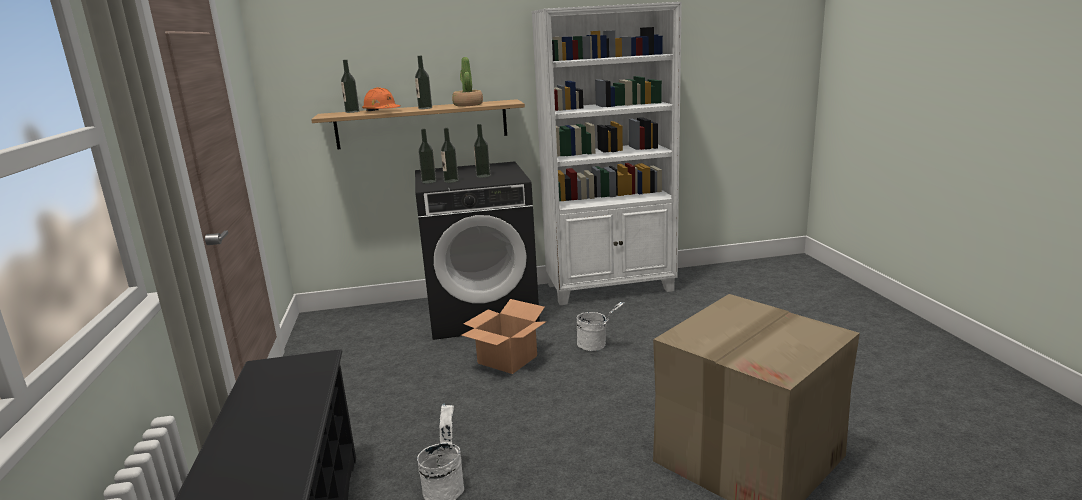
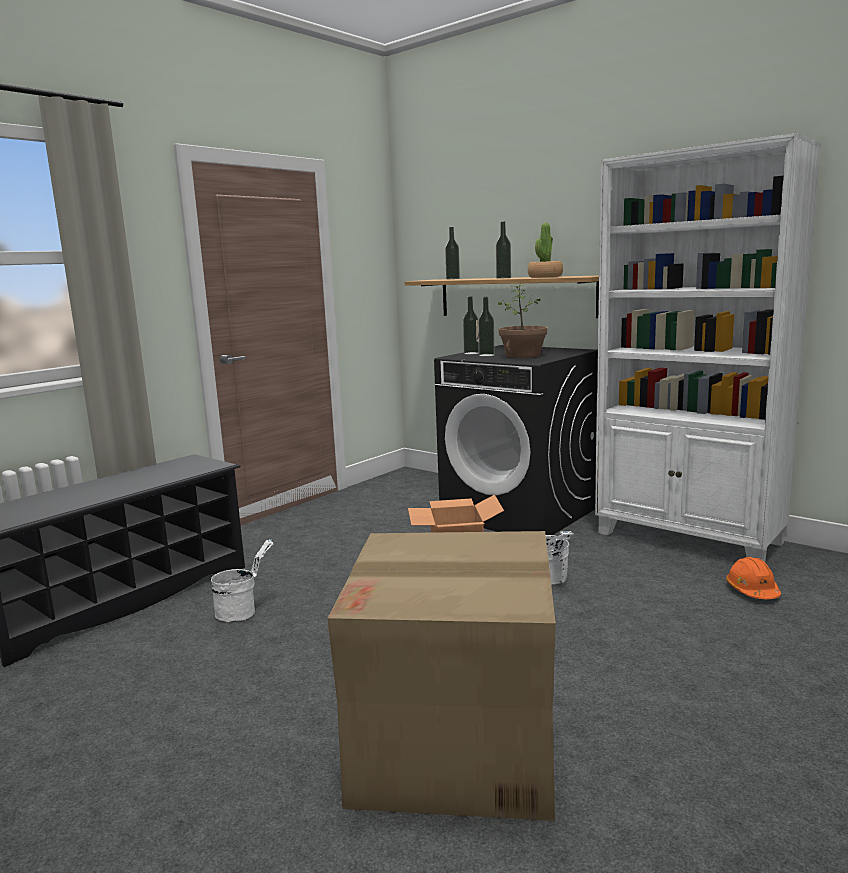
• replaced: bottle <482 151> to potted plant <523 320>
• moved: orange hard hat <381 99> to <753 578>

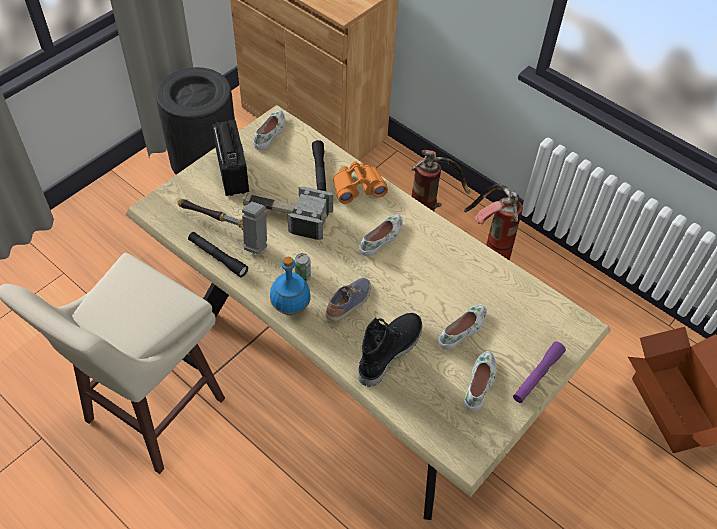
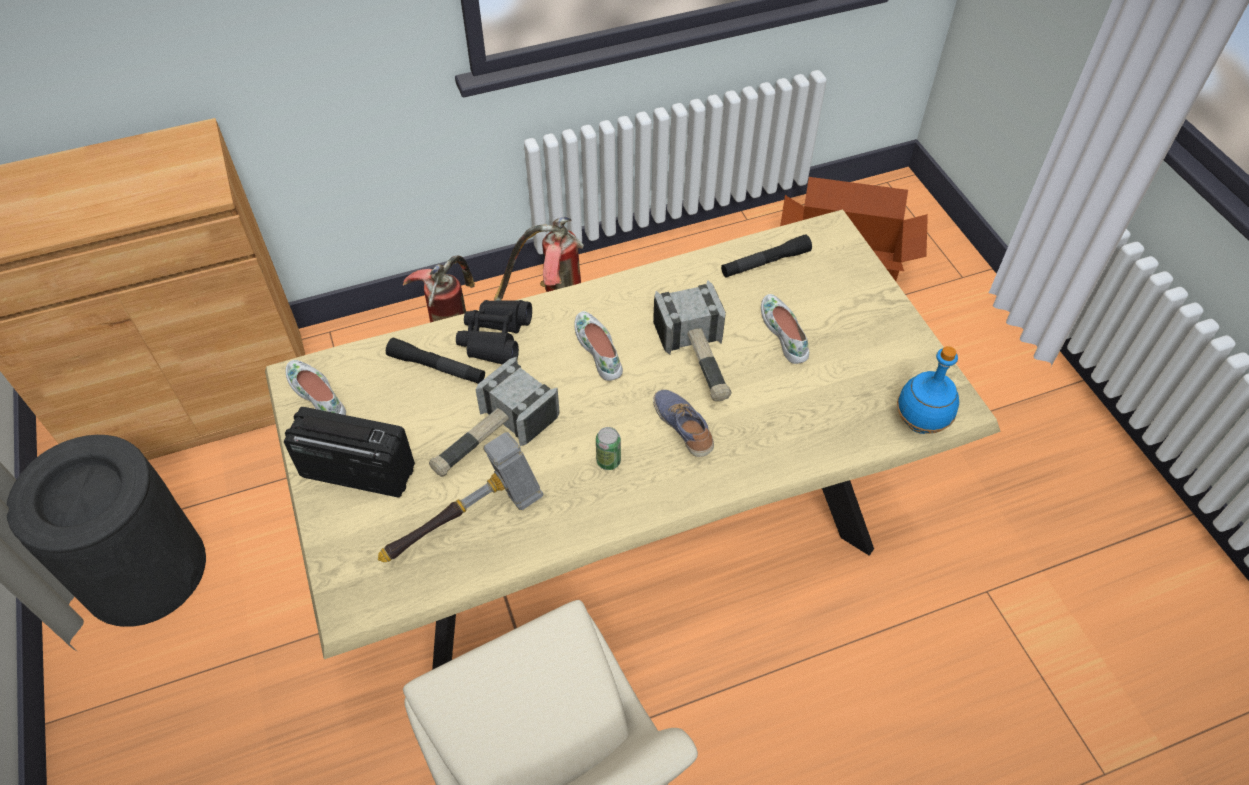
• recoloured: orange binoculars <360 182> to black binoculars <494 332>
• added: hammer <692 340>
• moved: black flashlight <218 254> to <766 256>
• moved: blue bottle <290 286> to <928 390>
• removed: black boot <390 350>
• removed: white shoe <480 381>
• removed: purple flashlight <539 372>

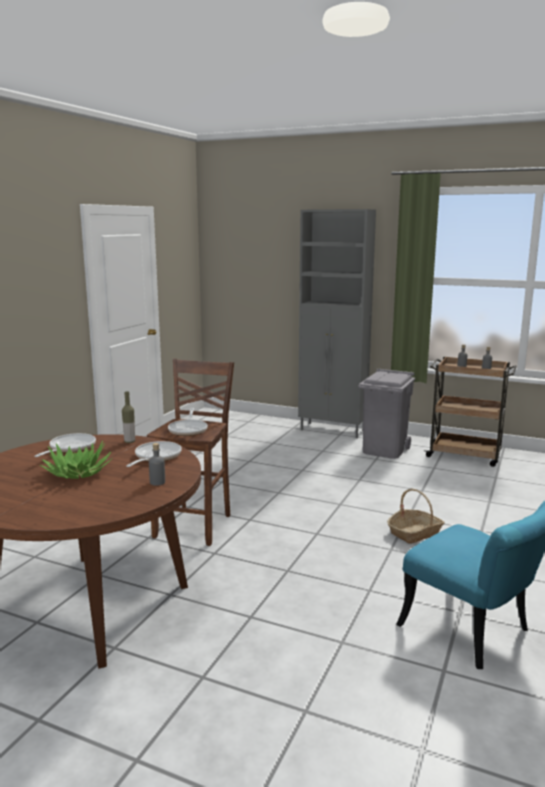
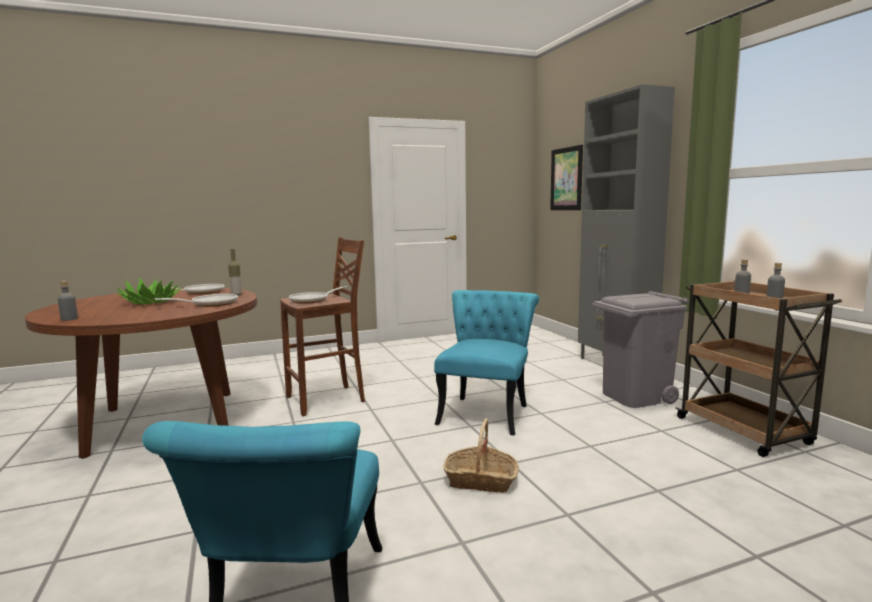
• moved: grey bottle <157 464> to <68 301>
• added: turquoise chair <486 362>
• added: picture <566 177>

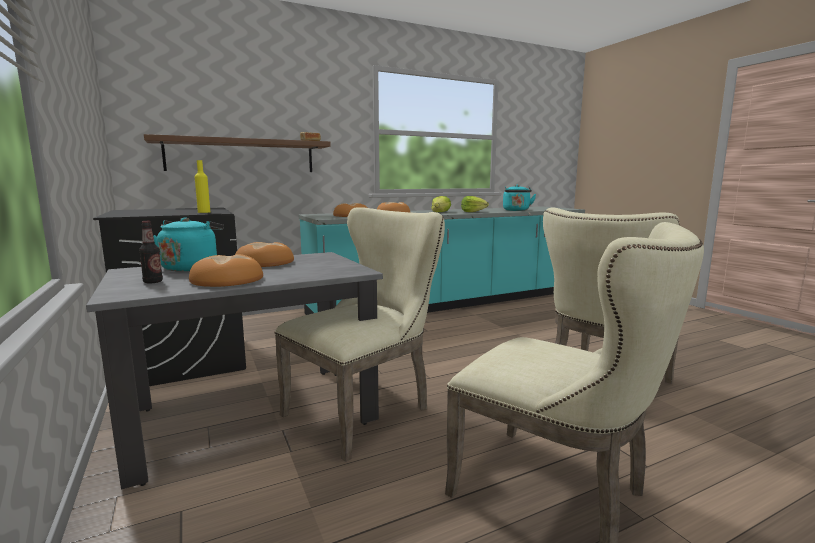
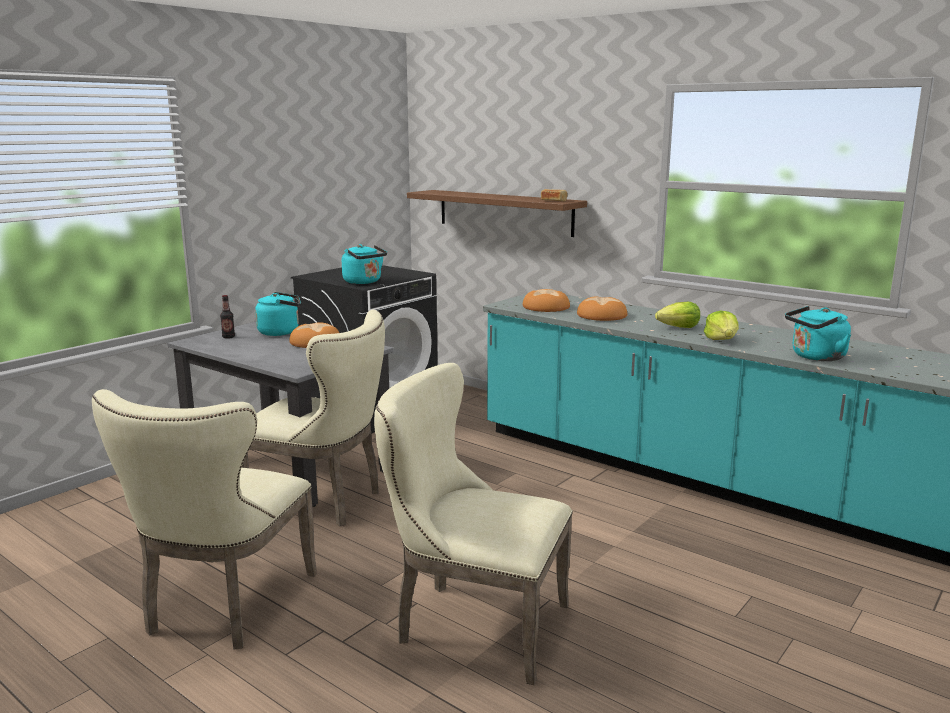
• replaced: yellow bottle <202 186> to turquoise kettle <364 264>
• removed: bread <226 270>

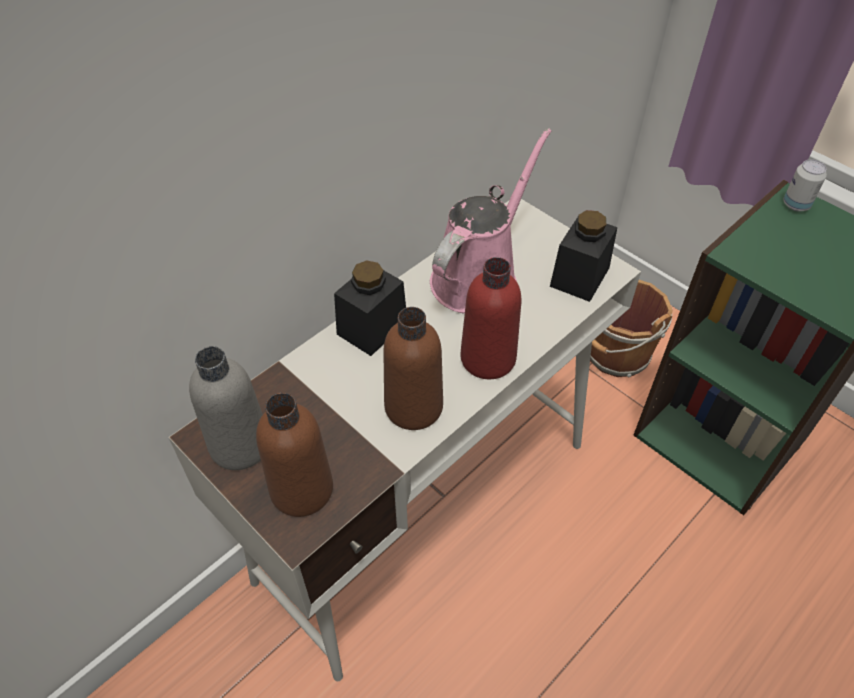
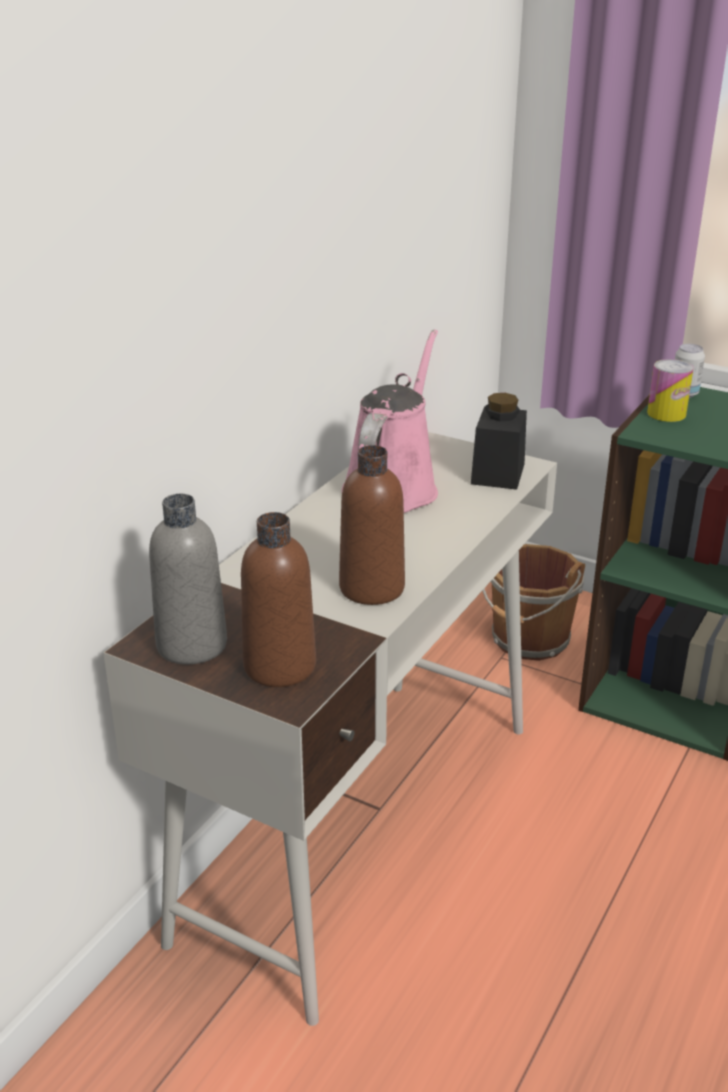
• added: can <670 390>
• removed: black jar <370 308>
• removed: red bottle <490 318>

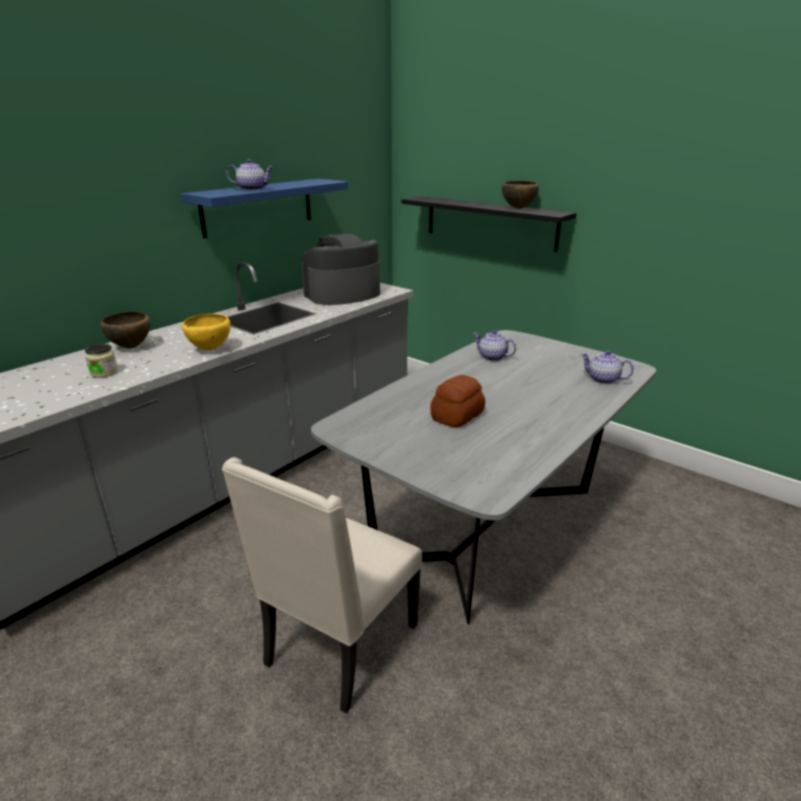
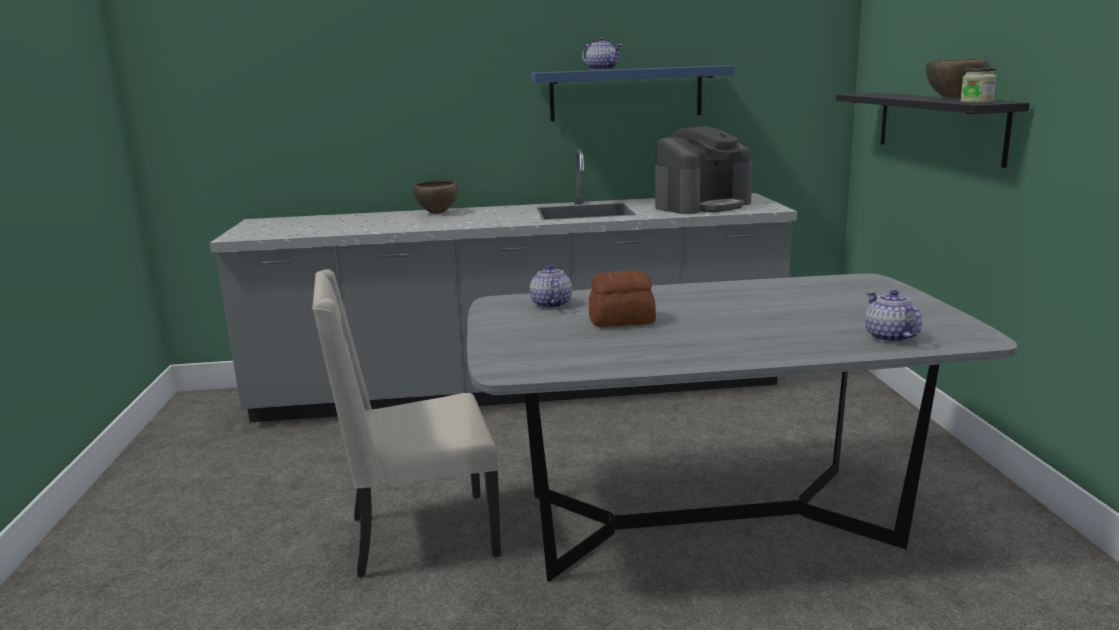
• moved: teapot <494 345> to <551 286>
• turned: coffee machine <340 269> = <703 170> 135 degrees clockwise
• moved: jar <101 361> to <978 85>
• removed: yellow bowl <206 332>

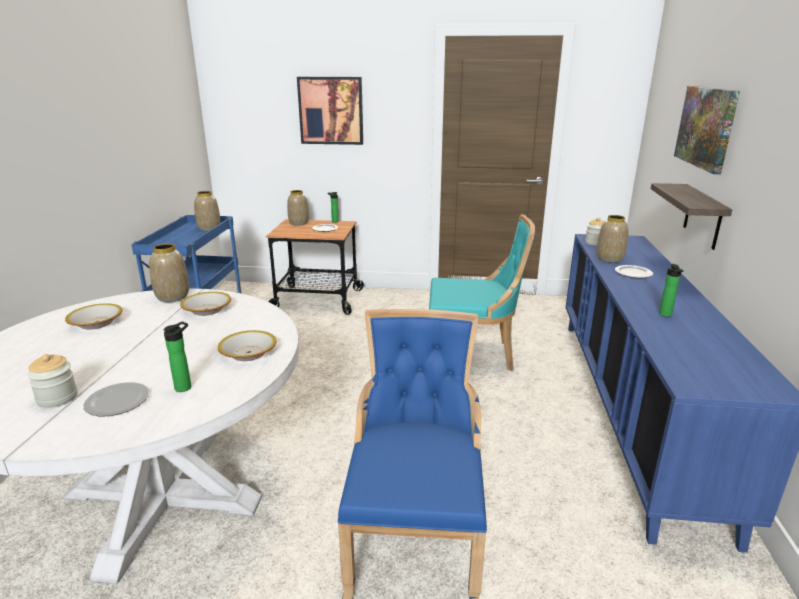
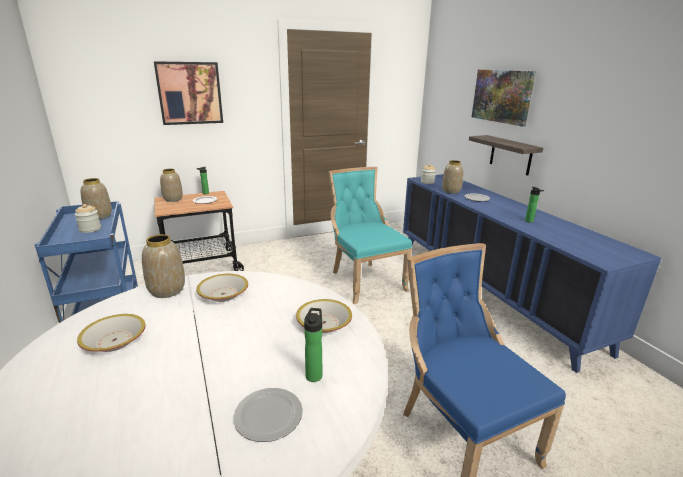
• moved: jar <52 381> to <88 218>
• turned: turquoise chair <482 292> = <370 235> 90 degrees counterclockwise

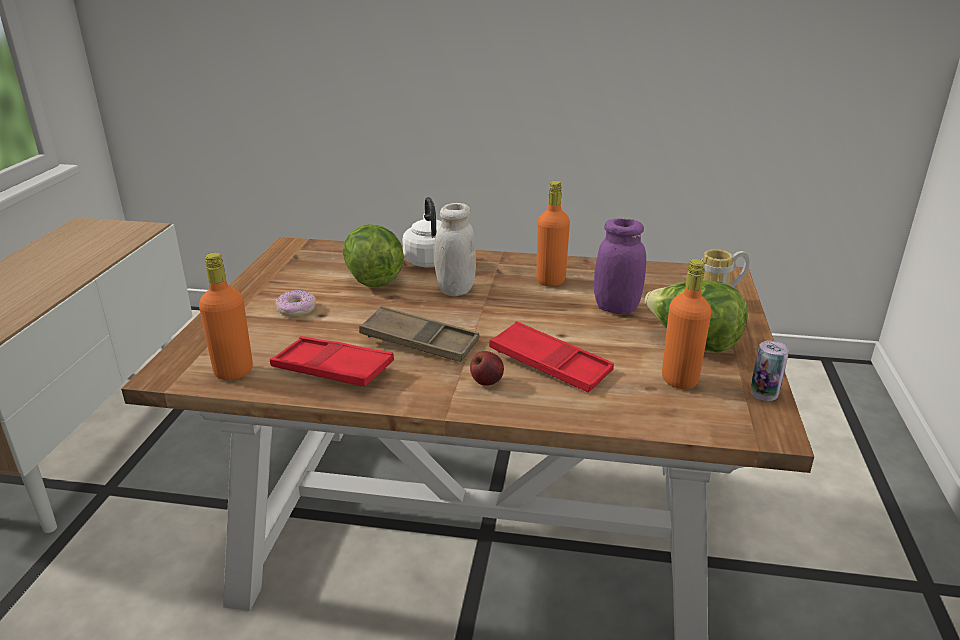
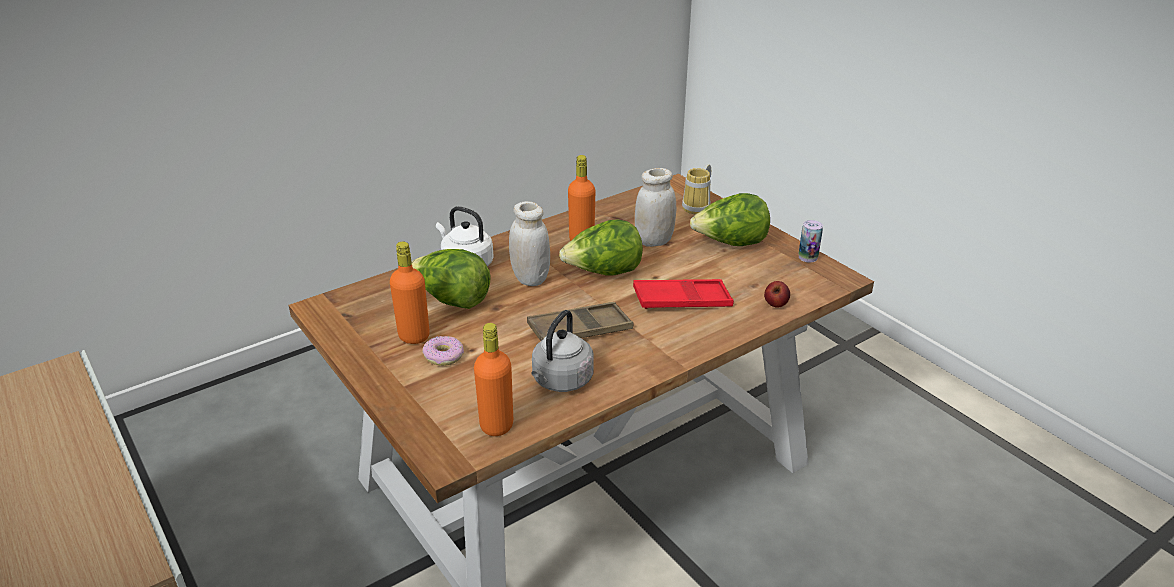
• moved: orange bottle <686 324> to <410 293>
• replaced: red tray <332 361> to grey kettle <562 351>
• added: lettuce <601 247>
• recoloured: purple jar <620 266> to white jar <655 207>
• moved: apple <487 368> to <777 294>

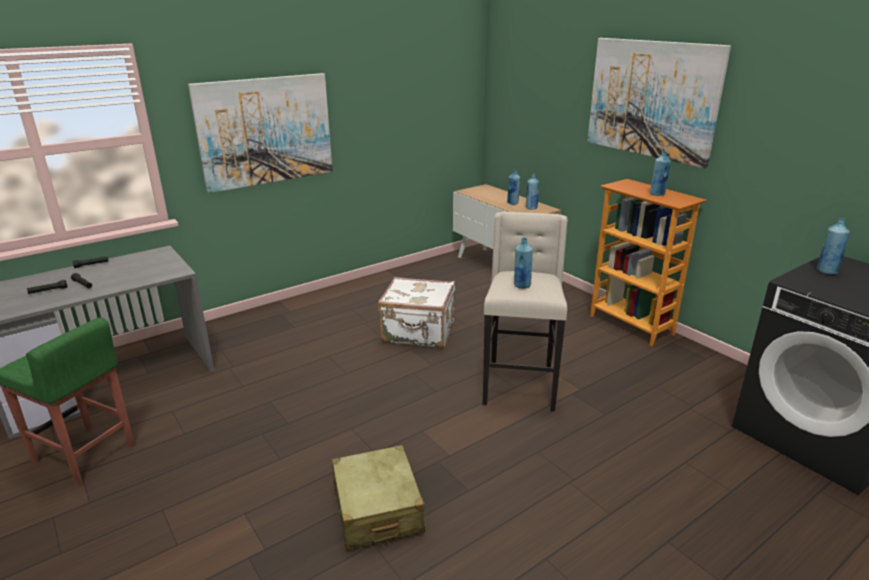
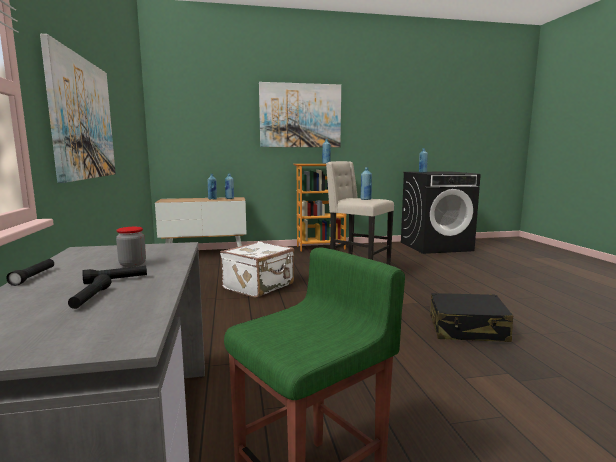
• added: jar <131 247>
• recoloured: beige suitcase <378 498> to black suitcase <471 317>

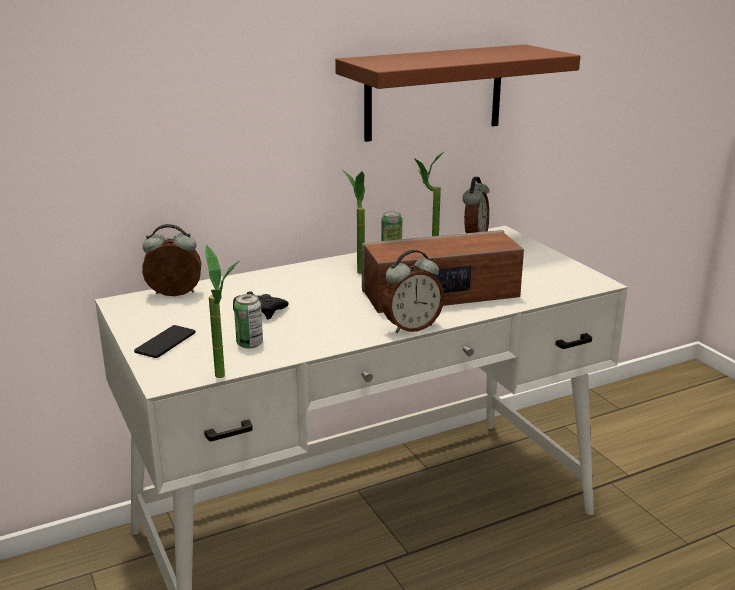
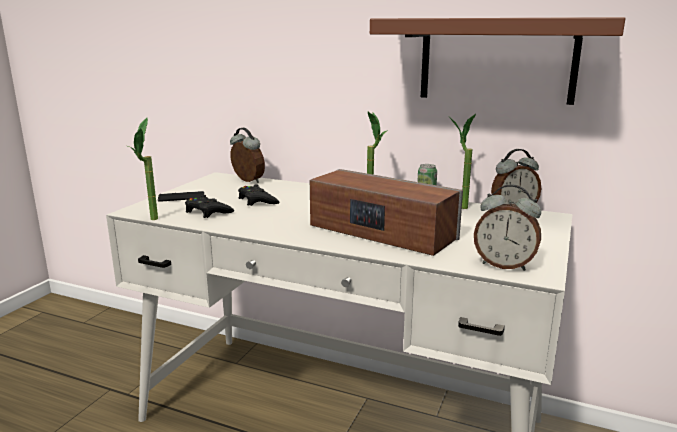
• replaced: can <248 321> to black game controller <209 206>
• moved: alarm clock <413 291> to <507 227>

